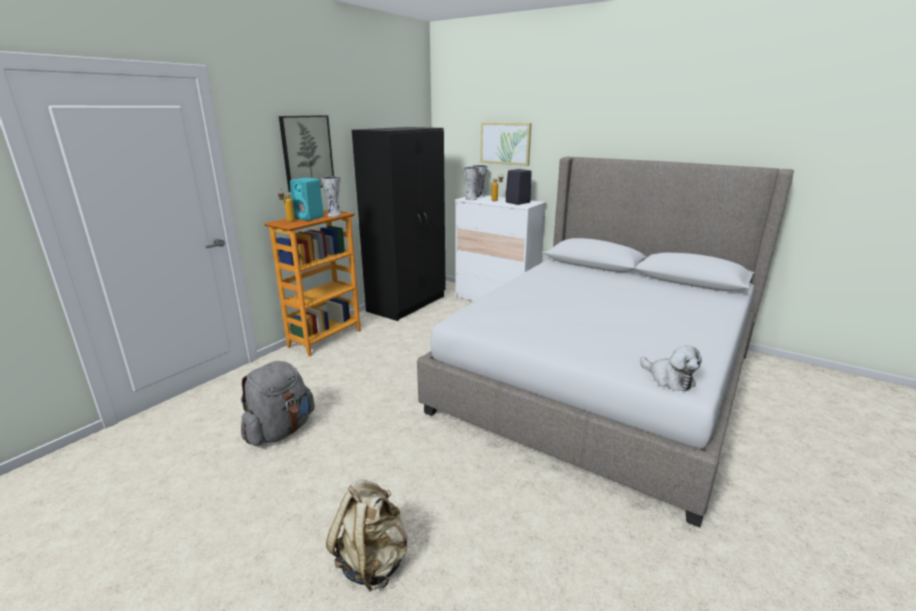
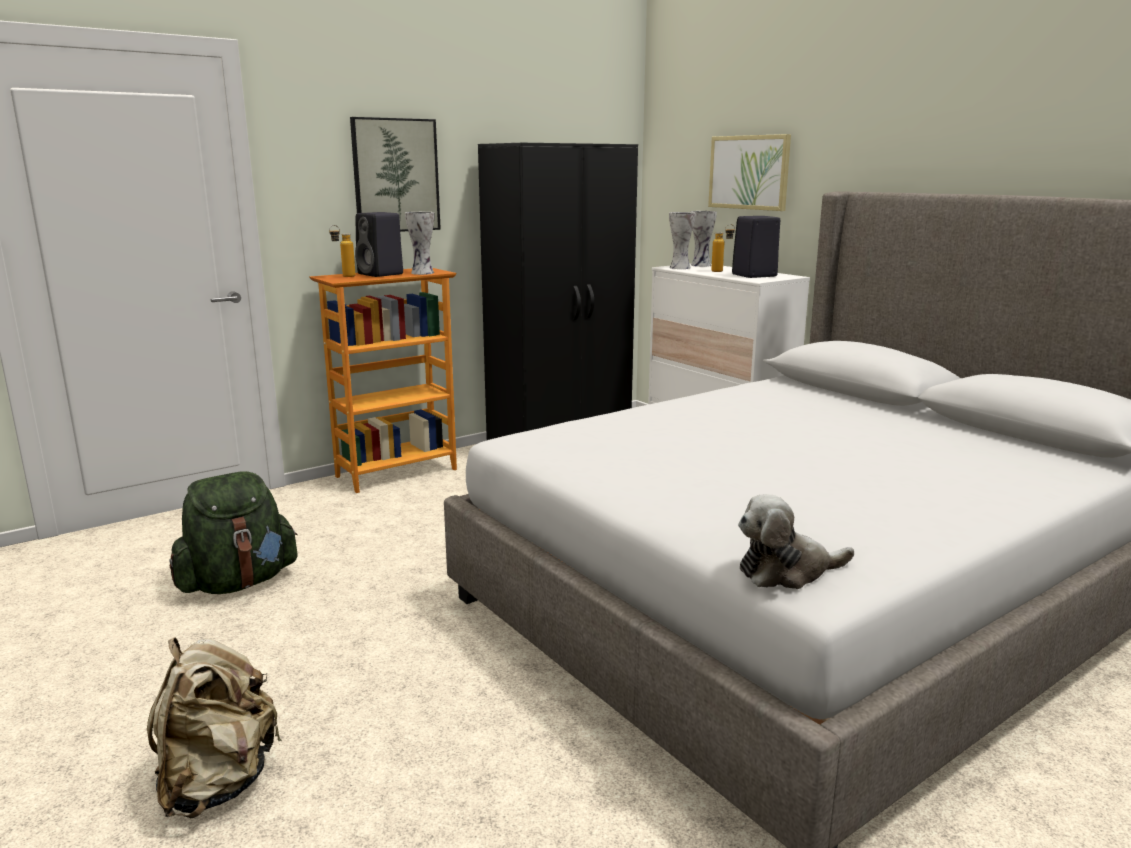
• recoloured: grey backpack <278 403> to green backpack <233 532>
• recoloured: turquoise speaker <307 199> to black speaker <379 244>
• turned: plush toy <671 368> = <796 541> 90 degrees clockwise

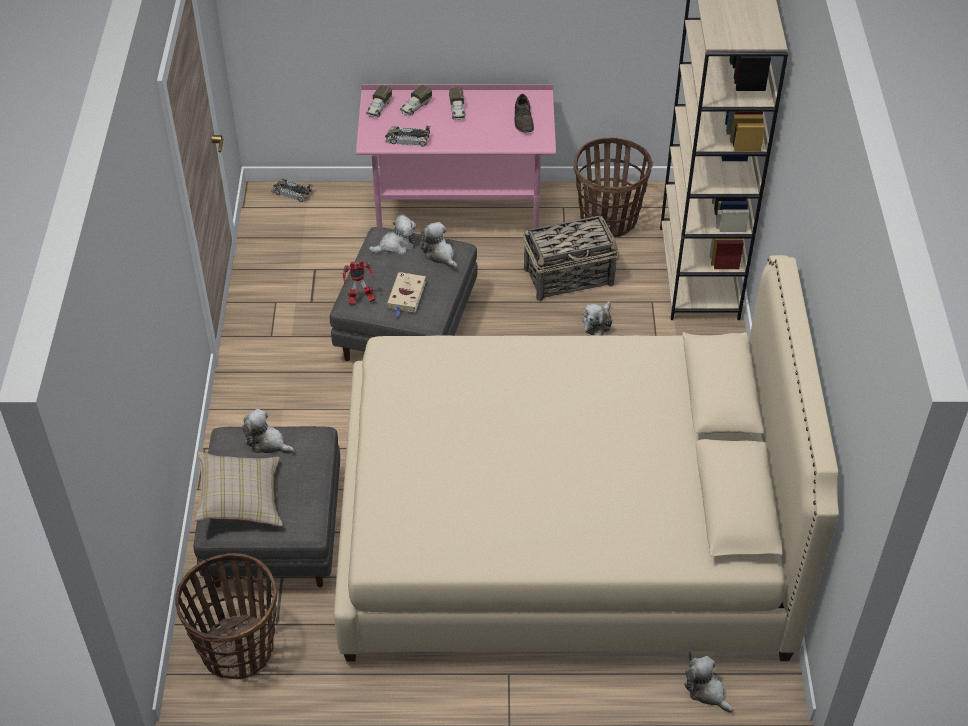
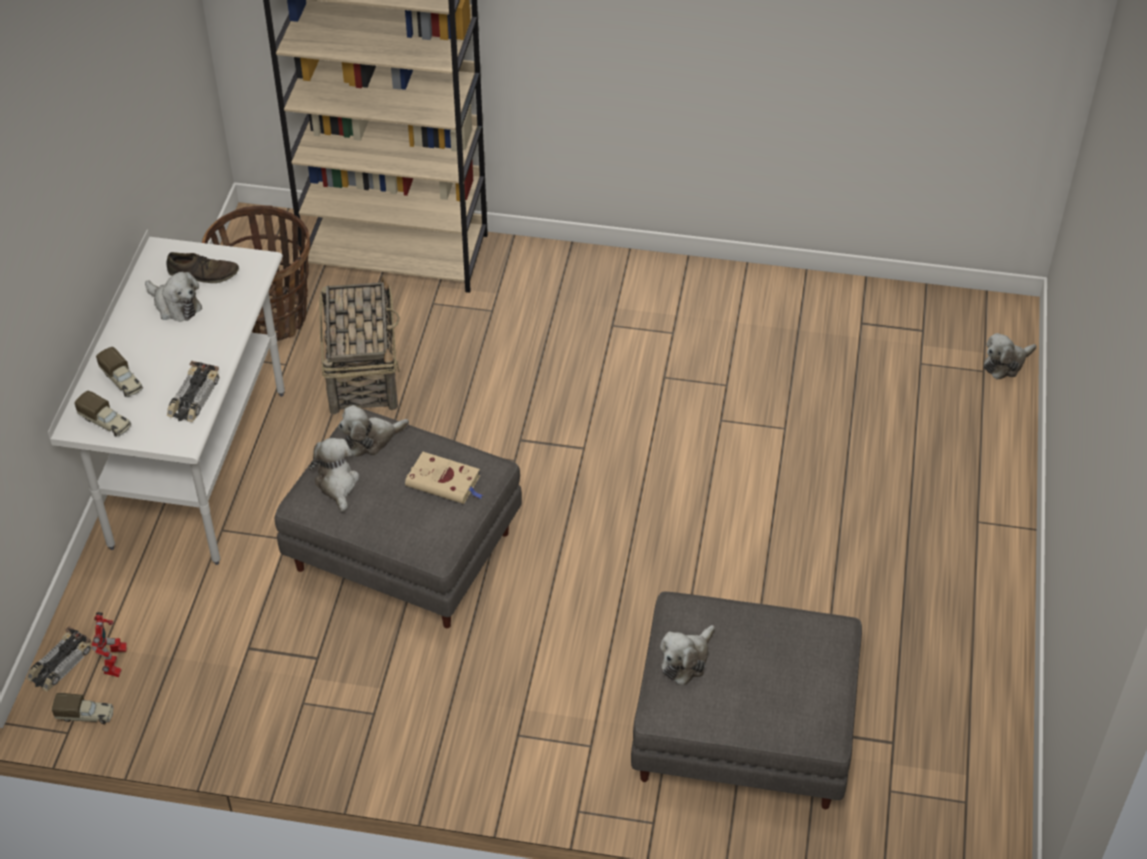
• recoloured: pink desk <456 157> to white desk <166 397>
• moved: toy truck <457 103> to <82 708>
• moved: toy robot <359 282> to <109 644>
• moved: plush toy <597 318> to <173 297>
• removed: basket <226 616>
• removed: beige pillow <239 488>
• removed: beige bed <586 458>

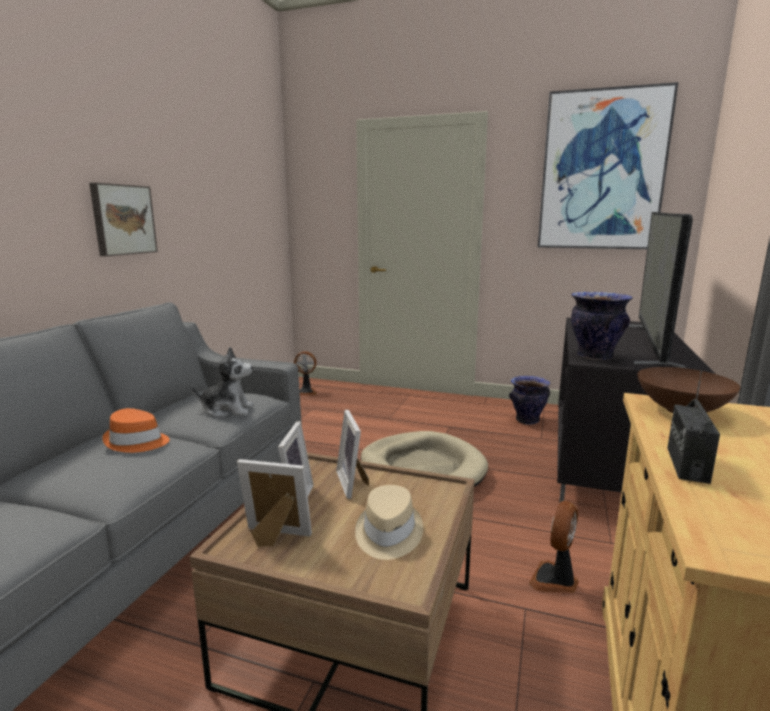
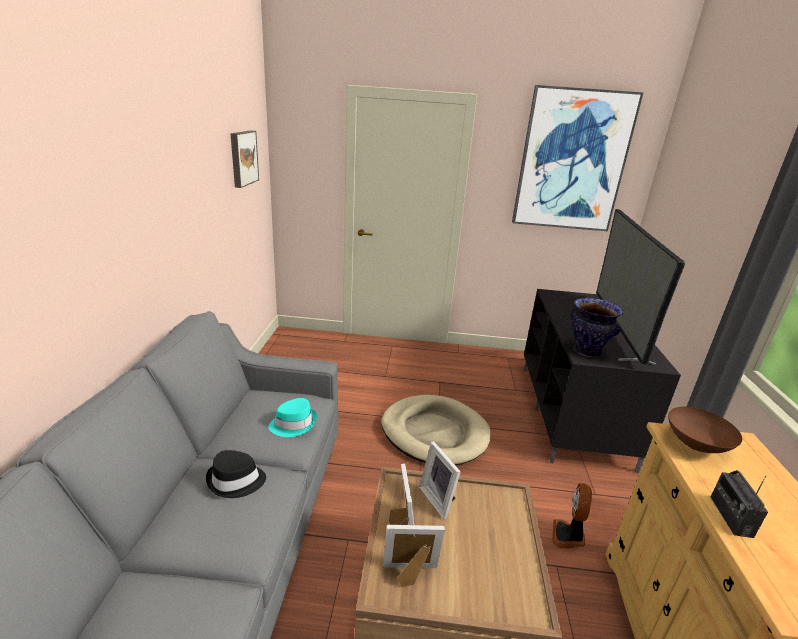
• recoloured: orange hat <136 430> to black hat <236 474>
• moved: picture <123 219> to <244 159>
• replaced: plush toy <223 382> to turquoise hat <292 417>
• removed: fan <305 373>
• removed: beige hat <389 522>
• removed: vase <529 400>

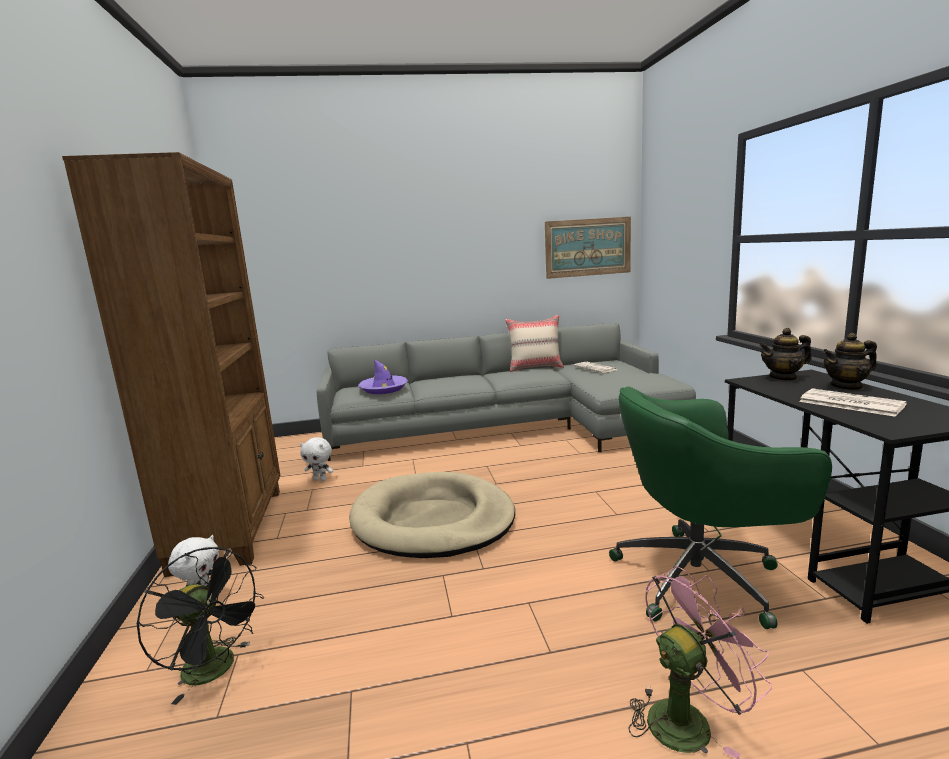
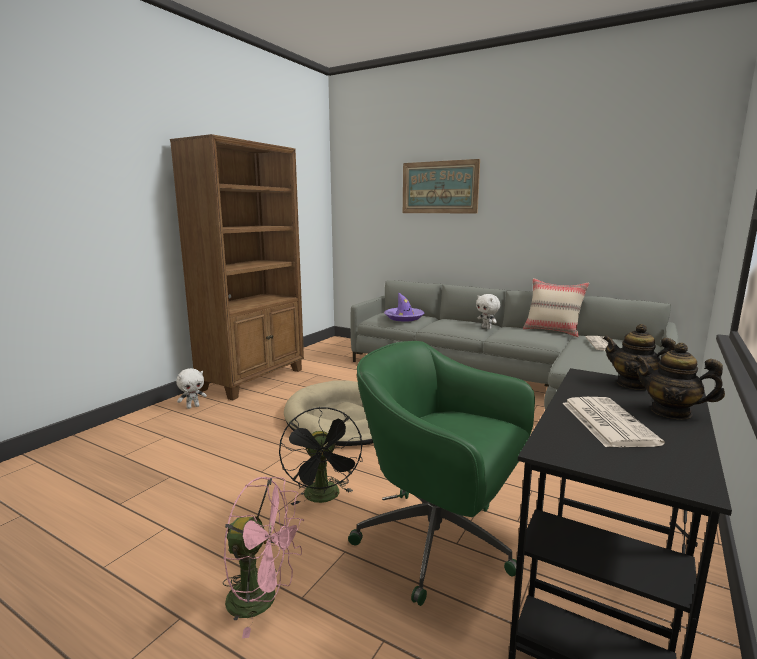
• moved: black fan <200 626> to <321 456>
• moved: picture <588 248> to <441 186>
• moved: white plush toy <316 459> to <488 311>

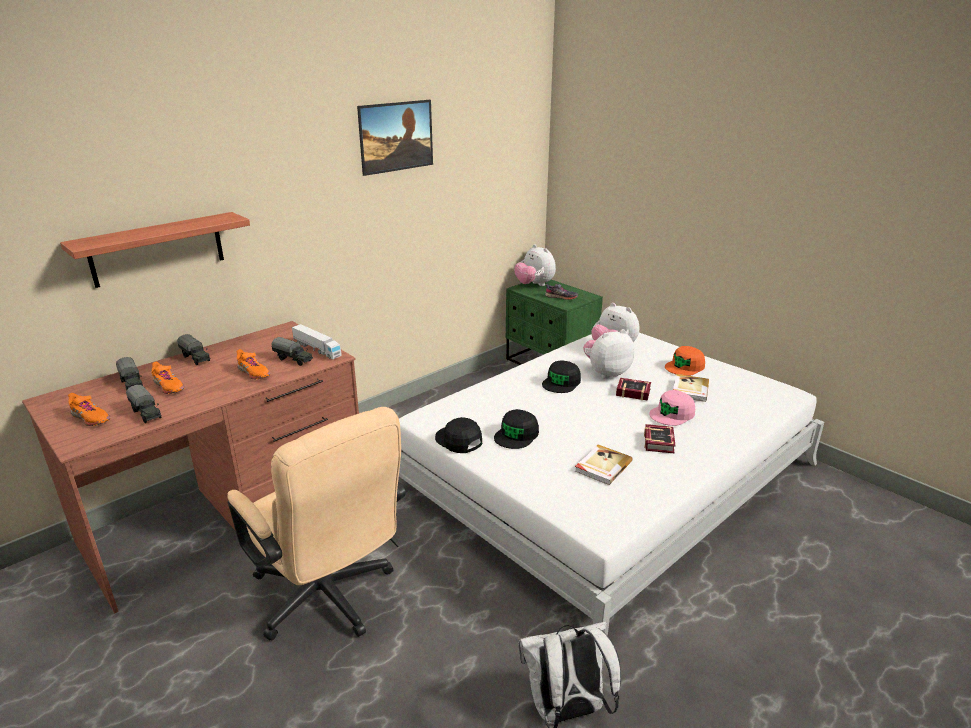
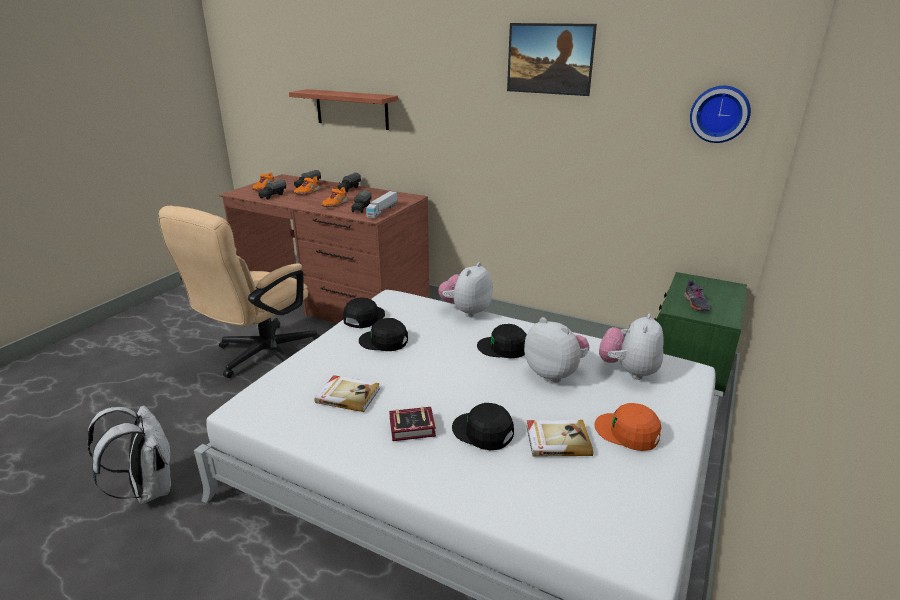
• moved: plush toy <535 265> to <465 289>
• recoloured: pink cap <672 408> to black cap <483 426>
• added: wall clock <720 114>
• removed: book <633 389>

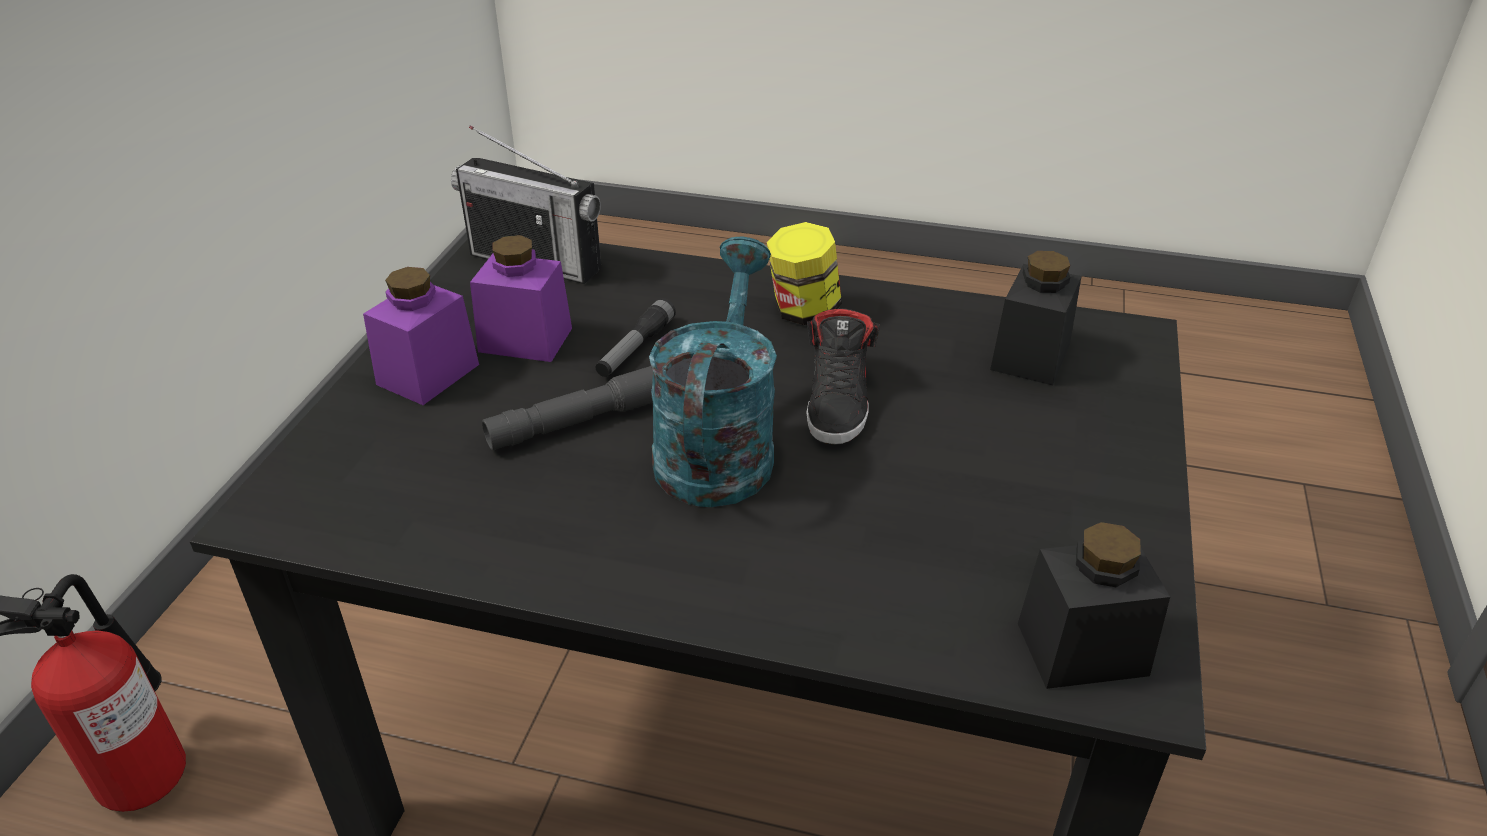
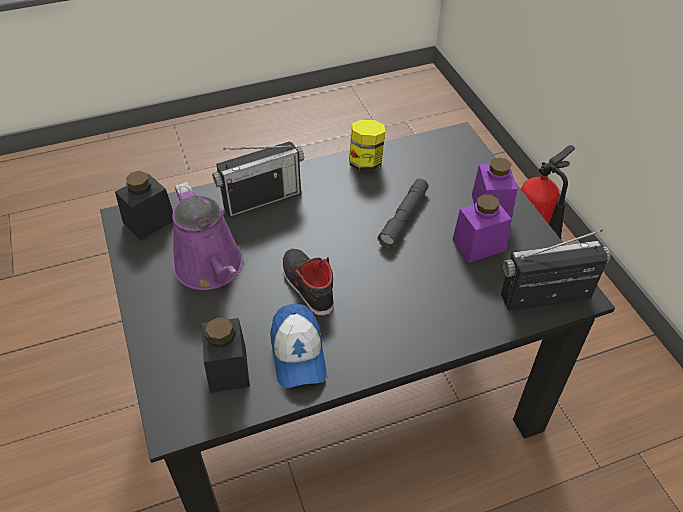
• added: purple watering can <207 236>
• added: radio <258 179>
• added: cap <298 346>
• moved: jar <804 273> to <367 145>
• removed: flashlight <635 337>
• removed: turquoise watering can <713 372>

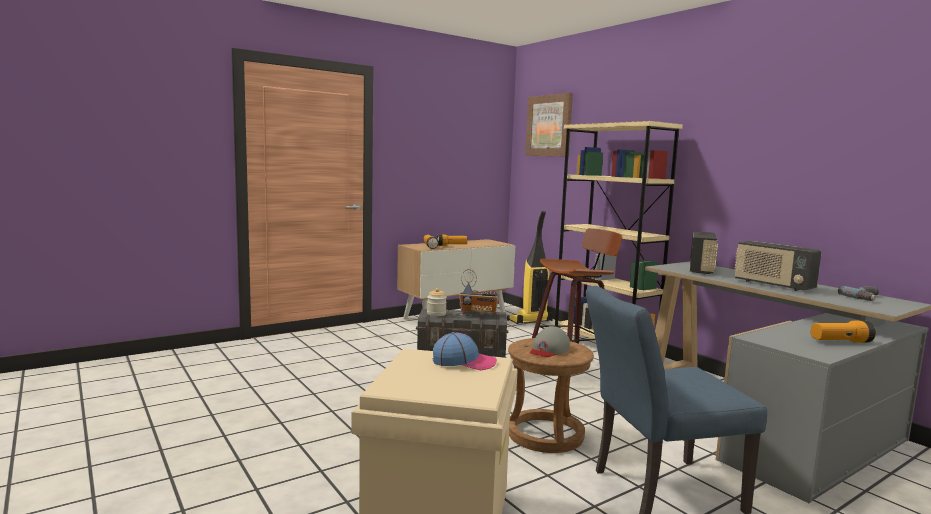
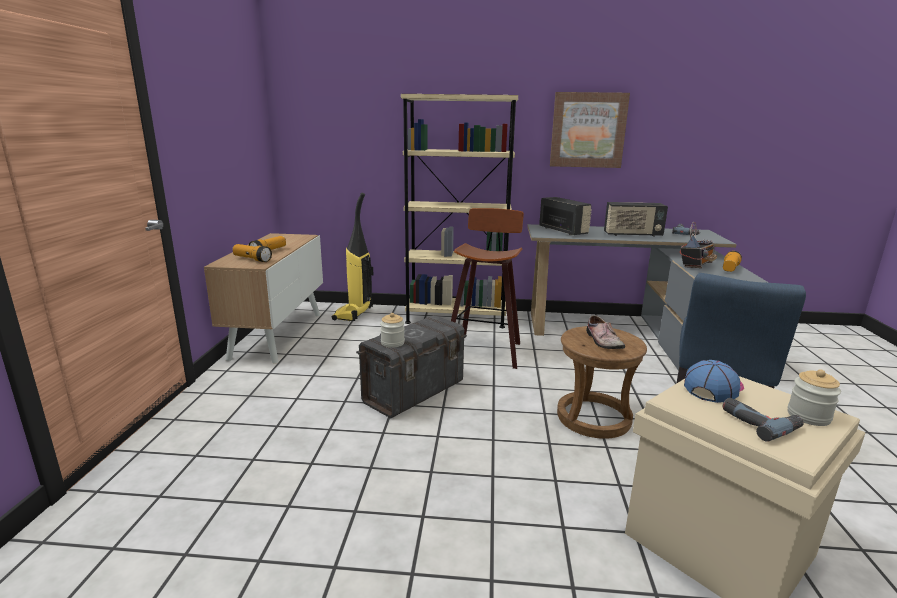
• moved: picture <549 125> to <590 130>
• replaced: grey cap <550 341> to shoe <605 332>
• moved: radio <479 292> to <698 245>
• added: power drill <763 420>
• added: jar <814 397>

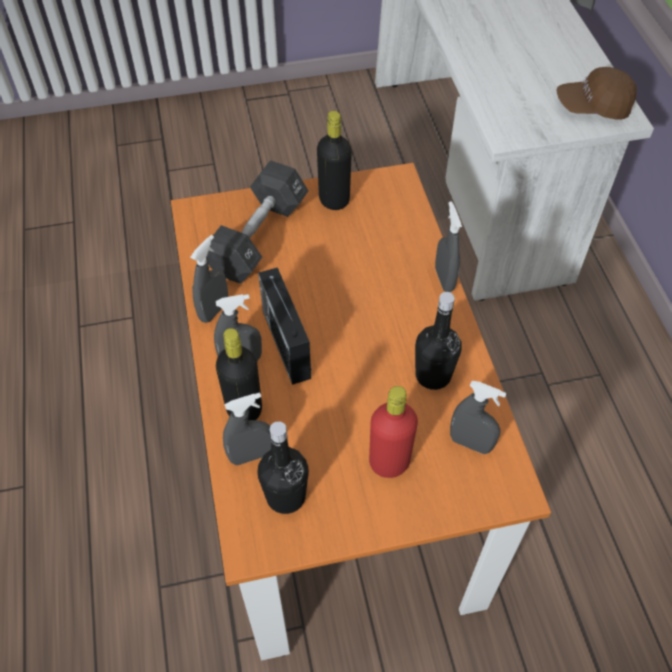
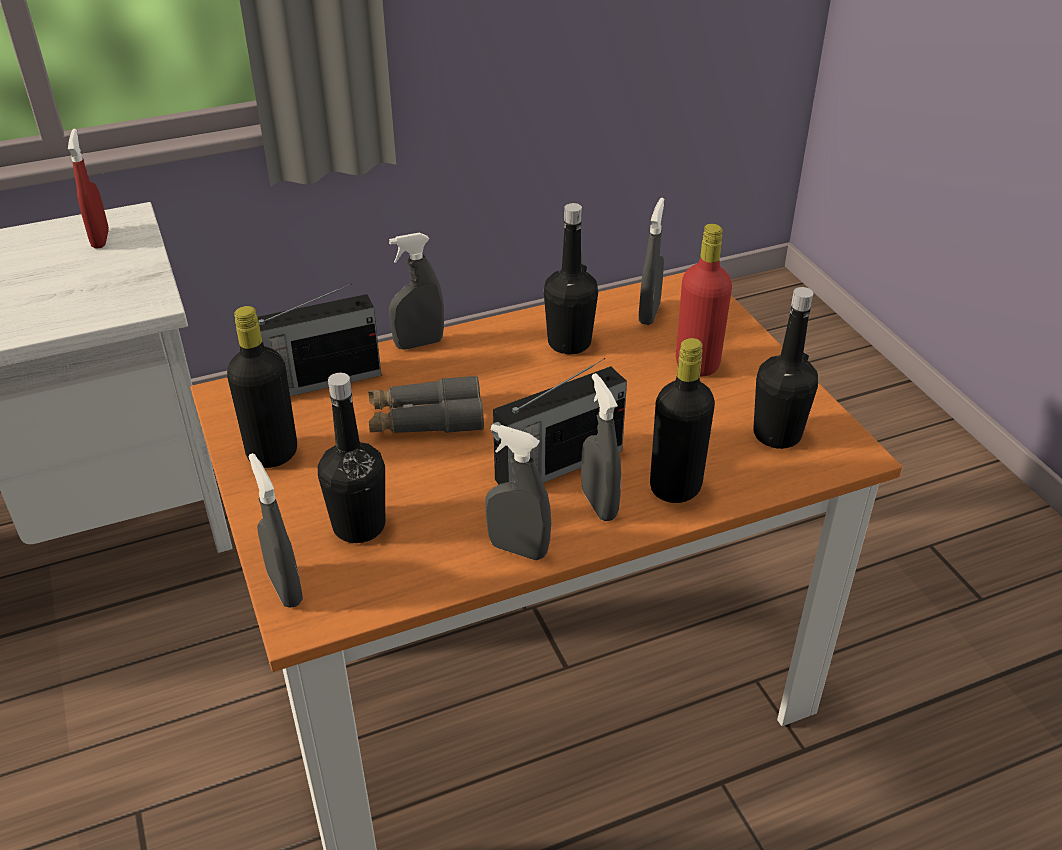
• replaced: brown cap <597 93> to red spray bottle <88 189>
• moved: grey spray bottle <247 428> to <275 530>
• added: radio <319 339>
• replaced: black dumbbell <257 222> to black bottle <351 458>
• added: grey binoculars <426 404>

